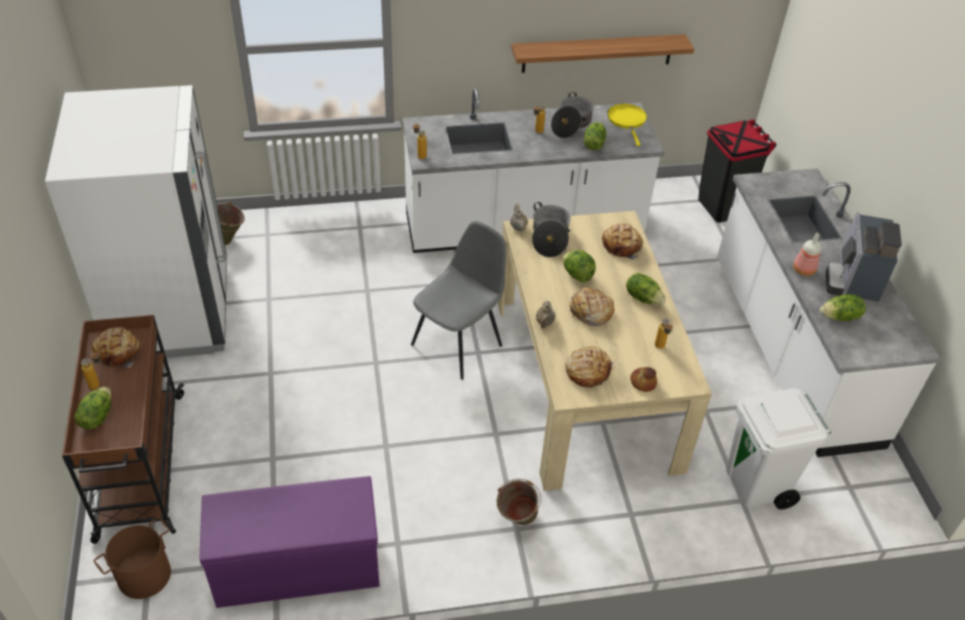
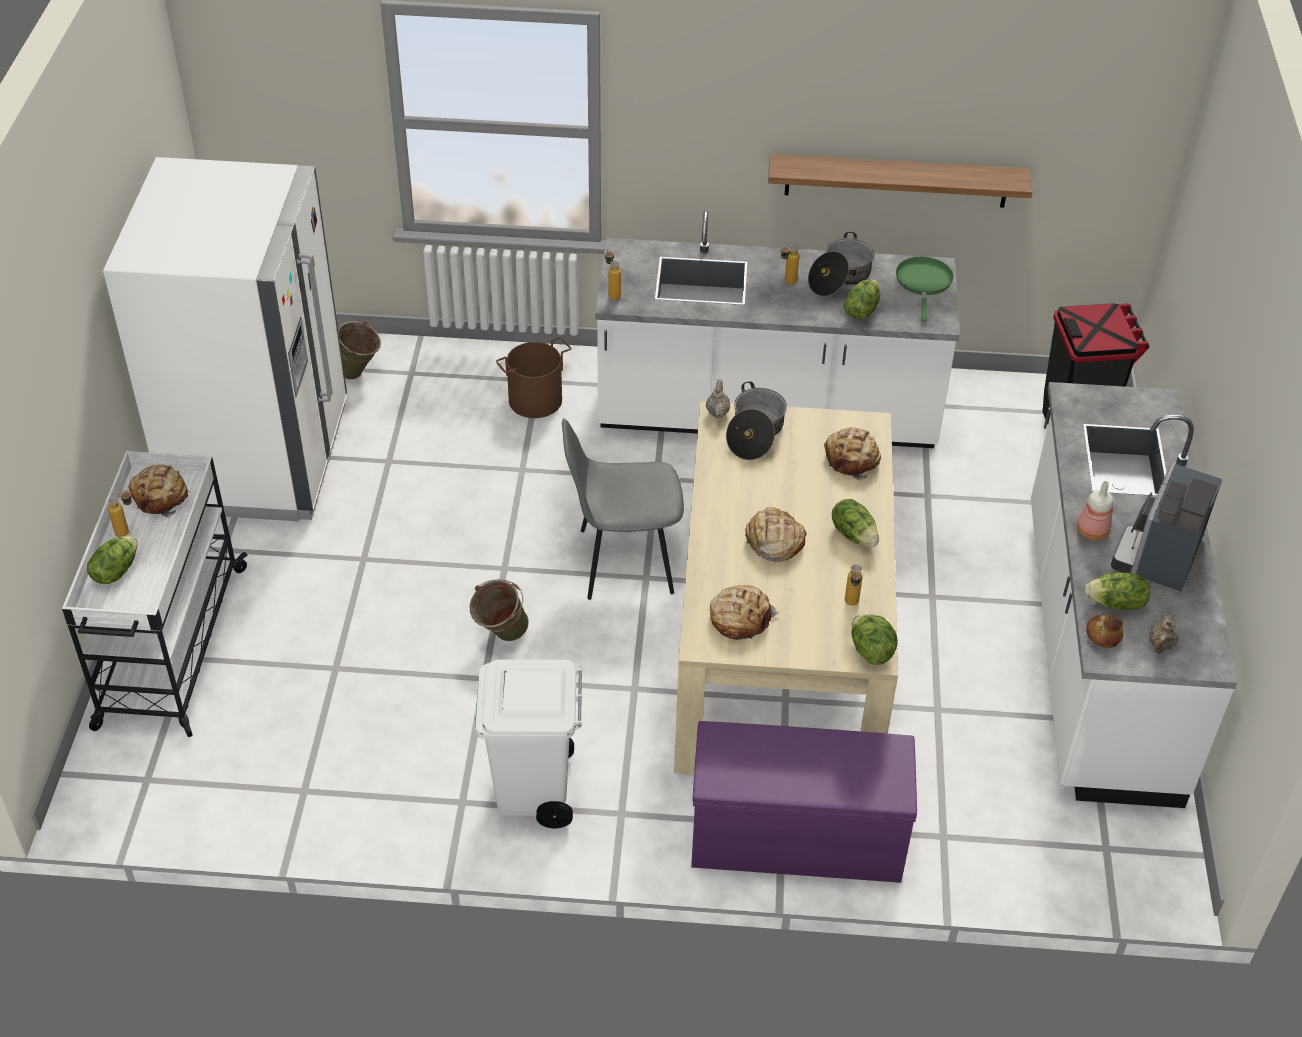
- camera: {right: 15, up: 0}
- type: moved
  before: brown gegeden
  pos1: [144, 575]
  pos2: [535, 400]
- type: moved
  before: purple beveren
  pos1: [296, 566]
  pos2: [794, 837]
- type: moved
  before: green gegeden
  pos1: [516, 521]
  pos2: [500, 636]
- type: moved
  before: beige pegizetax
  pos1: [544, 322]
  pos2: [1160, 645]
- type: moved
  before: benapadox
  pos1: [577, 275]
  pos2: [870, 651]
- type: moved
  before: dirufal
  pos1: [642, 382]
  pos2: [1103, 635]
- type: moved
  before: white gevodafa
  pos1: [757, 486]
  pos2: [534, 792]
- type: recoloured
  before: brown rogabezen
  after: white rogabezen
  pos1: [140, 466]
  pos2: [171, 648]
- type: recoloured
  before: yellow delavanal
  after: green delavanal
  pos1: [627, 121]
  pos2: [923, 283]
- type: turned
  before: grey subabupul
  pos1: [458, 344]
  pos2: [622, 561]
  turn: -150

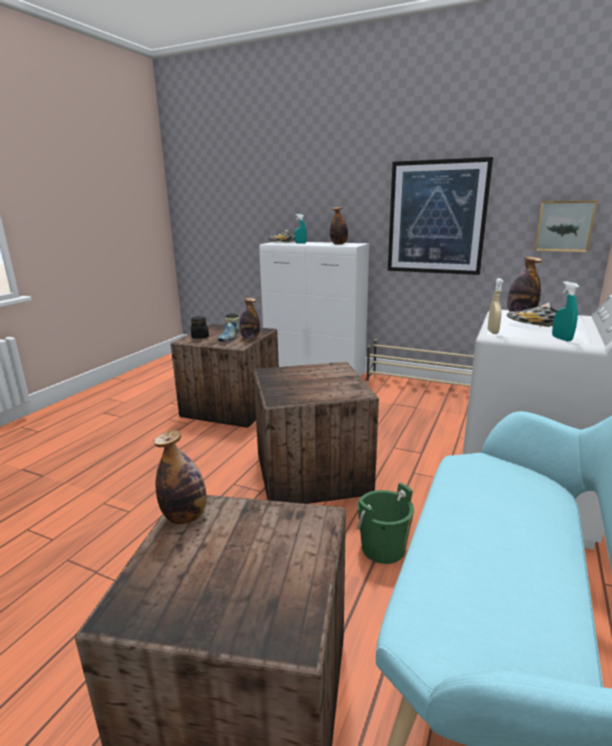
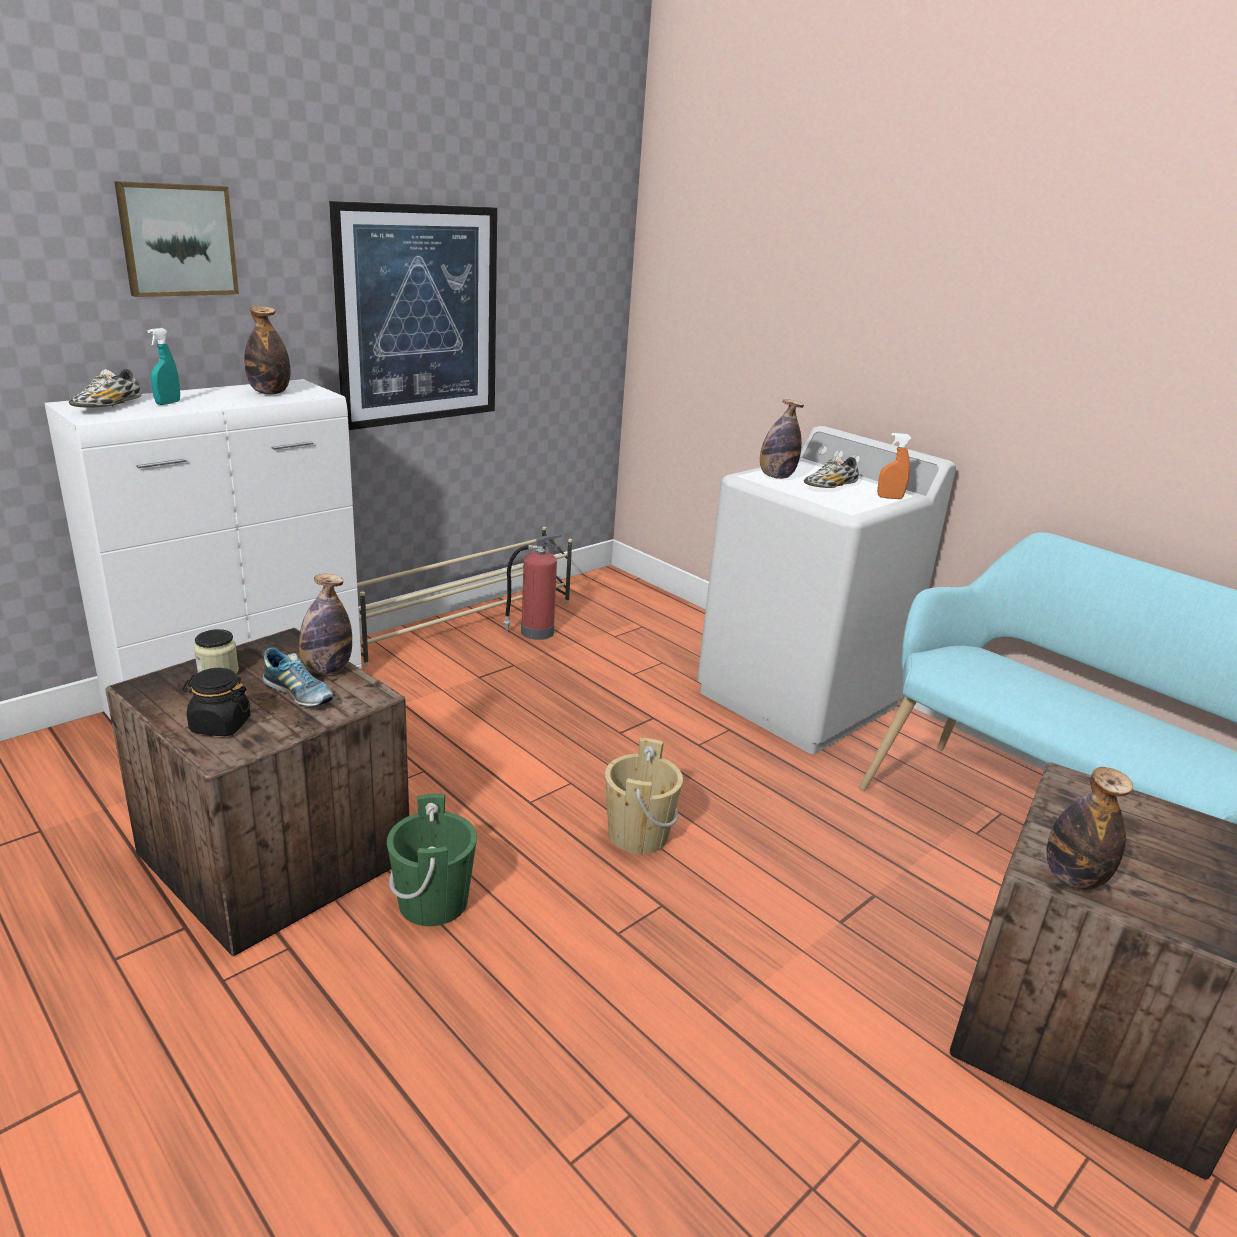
- camera: {right: -70, up: 5}
- type: removed
  before: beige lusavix
  pos1: [492, 332]
- type: added
  after: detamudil
  pos2: [535, 632]
- type: moved
  before: green gegeden
  pos1: [383, 548]
  pos2: [433, 902]
- type: moved
  before: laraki
  pos1: [564, 226]
  pos2: [177, 240]
- type: replaced
  before: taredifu
  after: beige gegeden
  pos1: [310, 472]
  pos2: [638, 834]
- type: recoloured
  before: turquoise lusavix
  after: orange lusavix
  pos1: [561, 339]
  pos2: [889, 497]

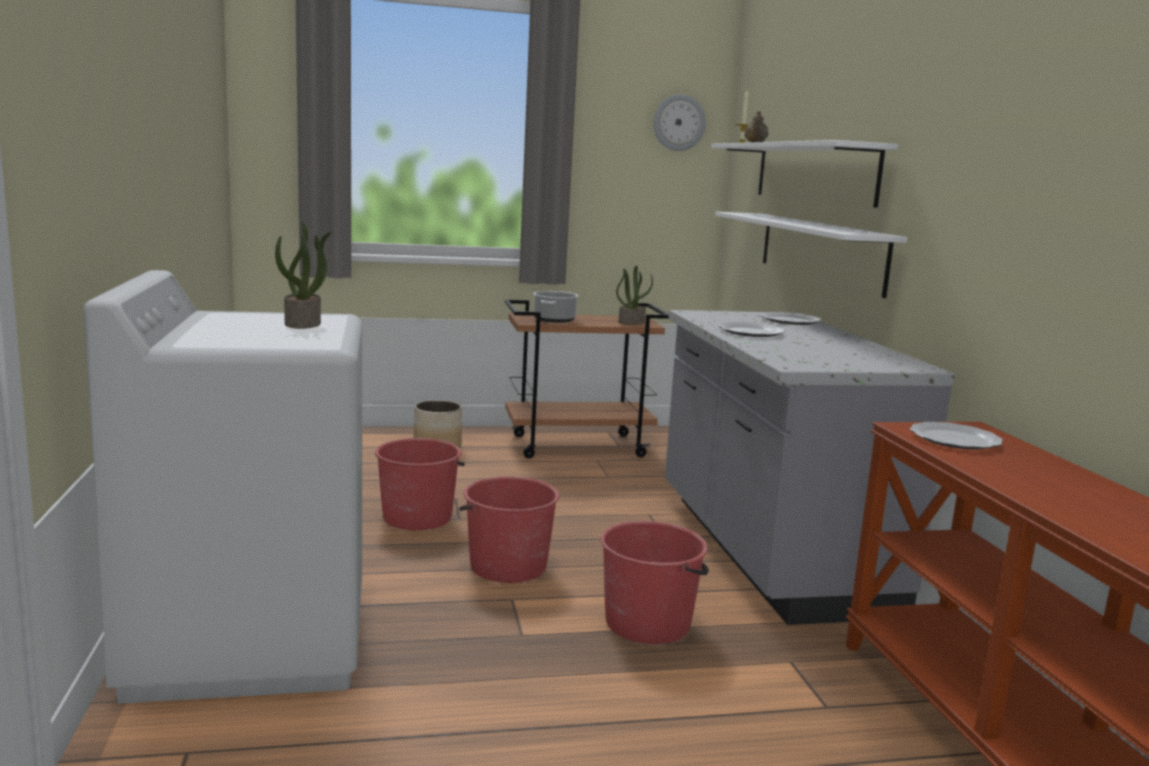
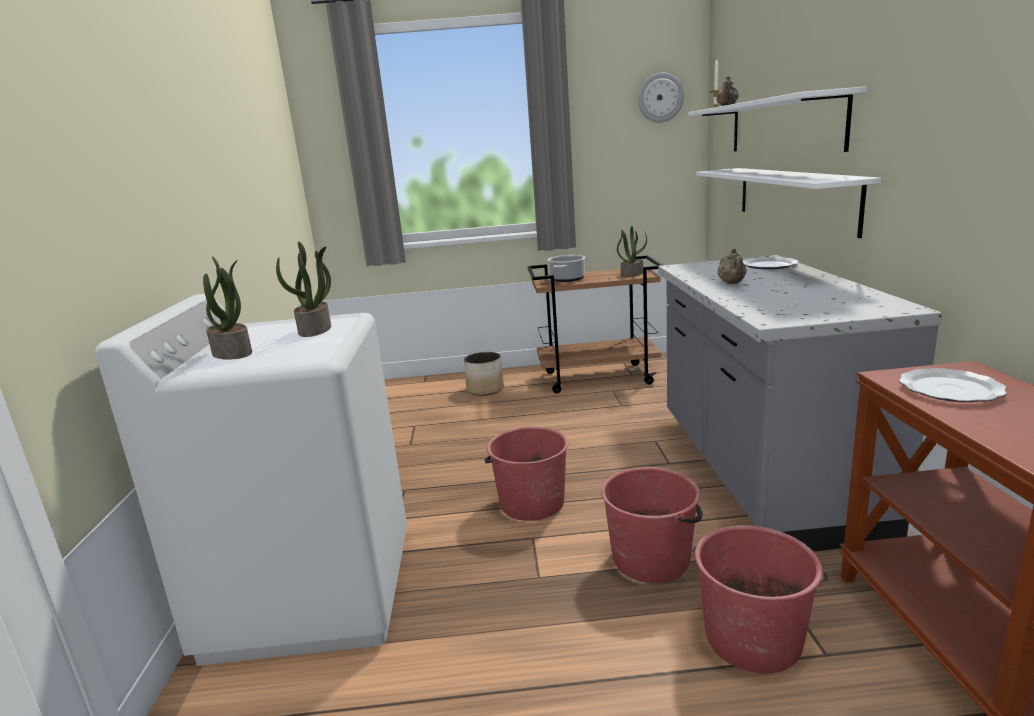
- camera: {right: 10, up: 5}
- type: added
  after: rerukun
  pos2: [233, 353]
- type: moved
  before: red gegeden
  pos1: [418, 517]
  pos2: [752, 637]
- type: replaced
  before: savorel
  after: beige pegizetax
  pos1: [752, 332]
  pos2: [732, 283]

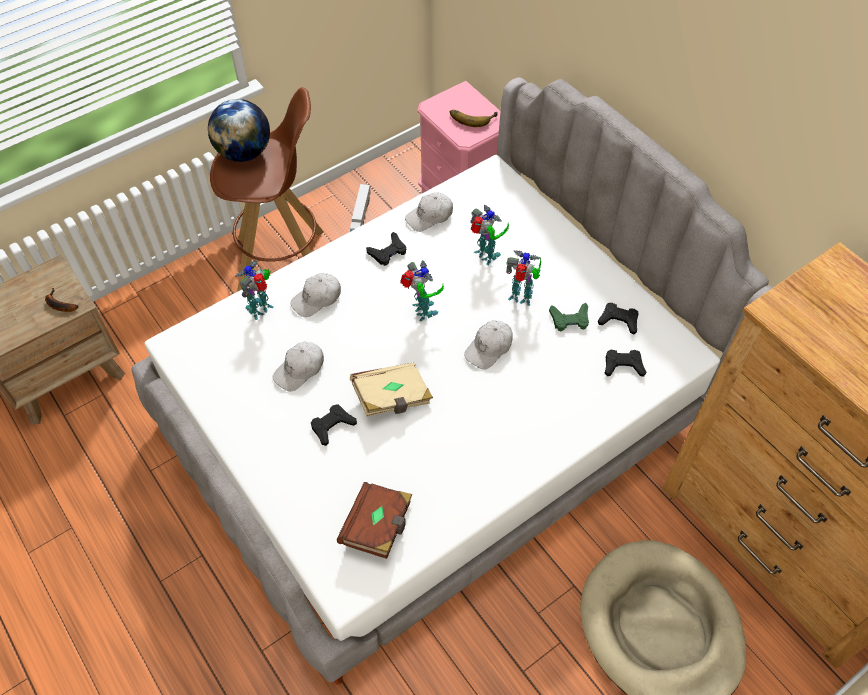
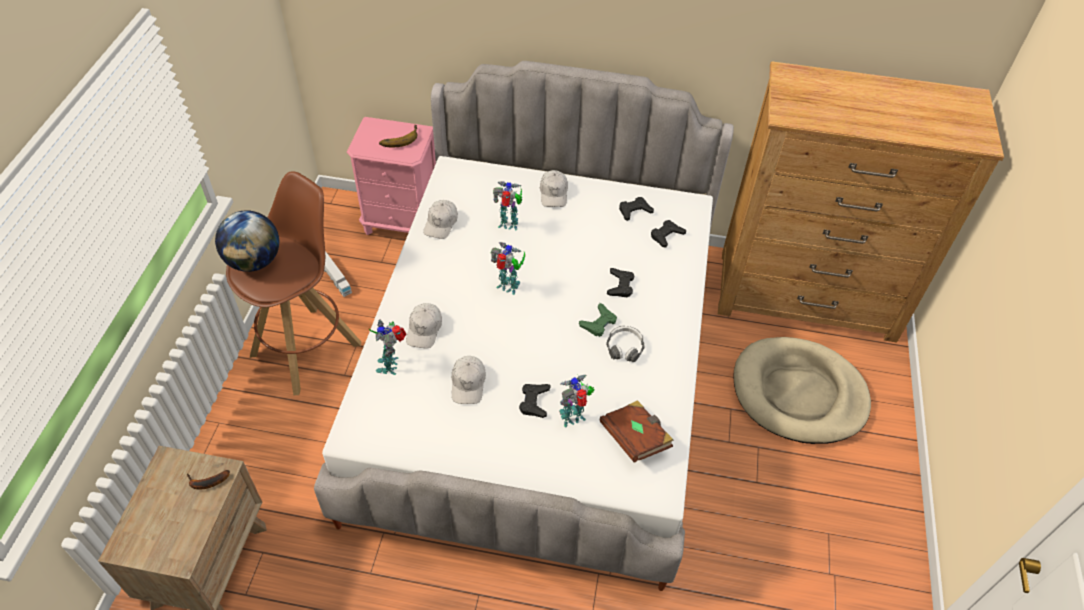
- camera: {right: -45, up: -5}
- type: removed
  before: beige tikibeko
  pos1: [392, 398]
- type: added
  after: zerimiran
  pos2: [624, 347]
- type: moved
  before: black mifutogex
  pos1: [388, 252]
  pos2: [620, 285]
- type: moved
  before: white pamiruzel
  pos1: [489, 348]
  pos2: [554, 193]
- type: moved
  before: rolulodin
  pos1: [521, 298]
  pos2: [574, 418]
- type: moved
  before: green mifutogex
  pos1: [569, 319]
  pos2: [598, 323]

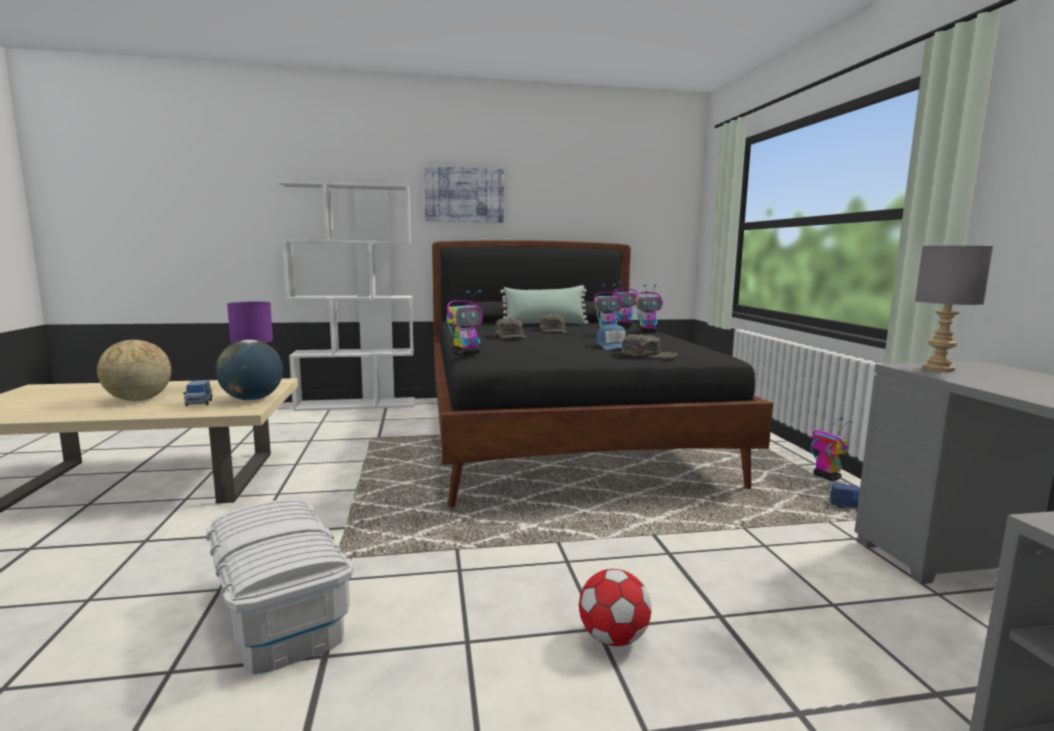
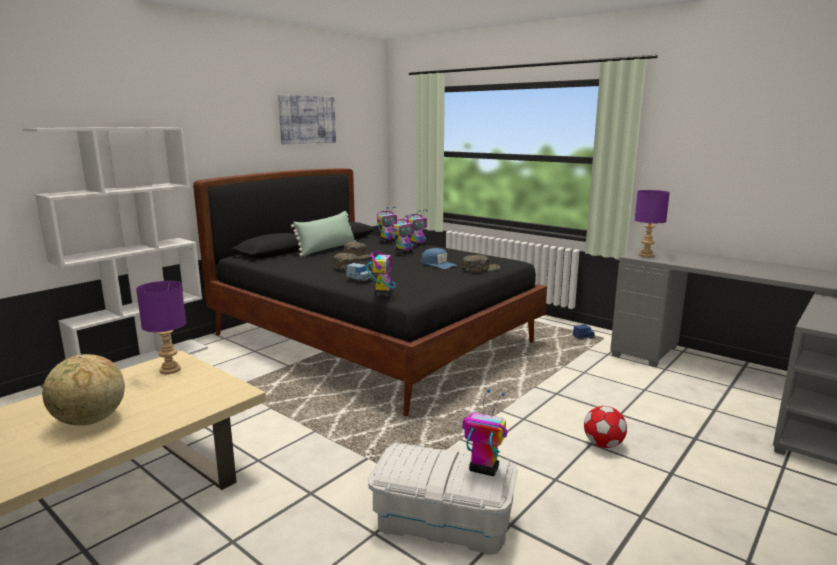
- camera: {right: -40, up: 5}
- type: removed
  before: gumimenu
  pos1: [253, 399]
- type: moved
  before: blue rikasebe
  pos1: [199, 403]
  pos2: [359, 280]
- type: moved
  before: laraki
  pos1: [464, 195]
  pos2: [307, 119]
- type: moved
  before: rolulodin
  pos1: [826, 477]
  pos2: [483, 469]
- type: recoloured
  before: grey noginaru
  after: purple noginaru
  pos1: [939, 369]
  pos2: [646, 255]

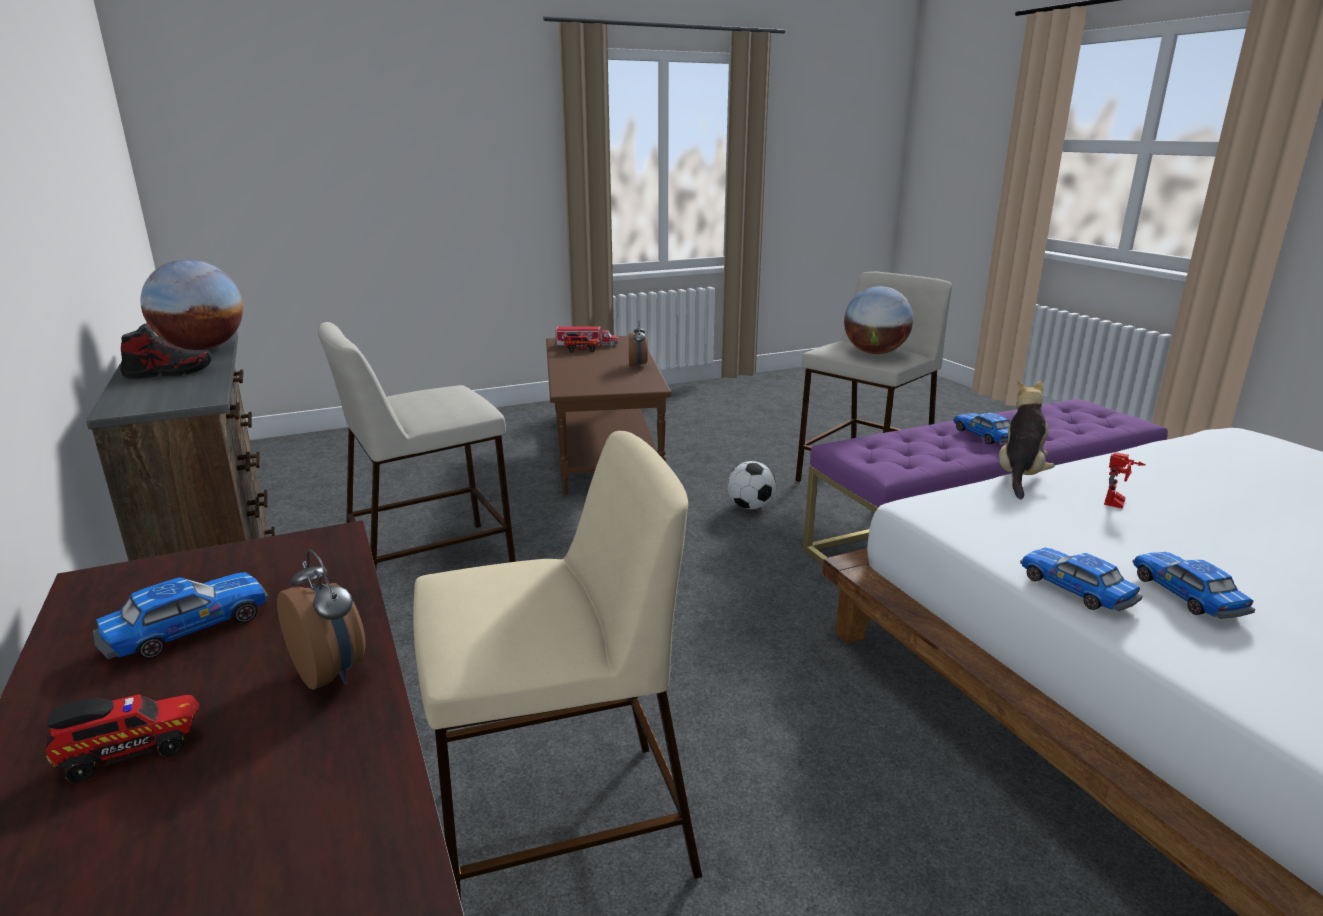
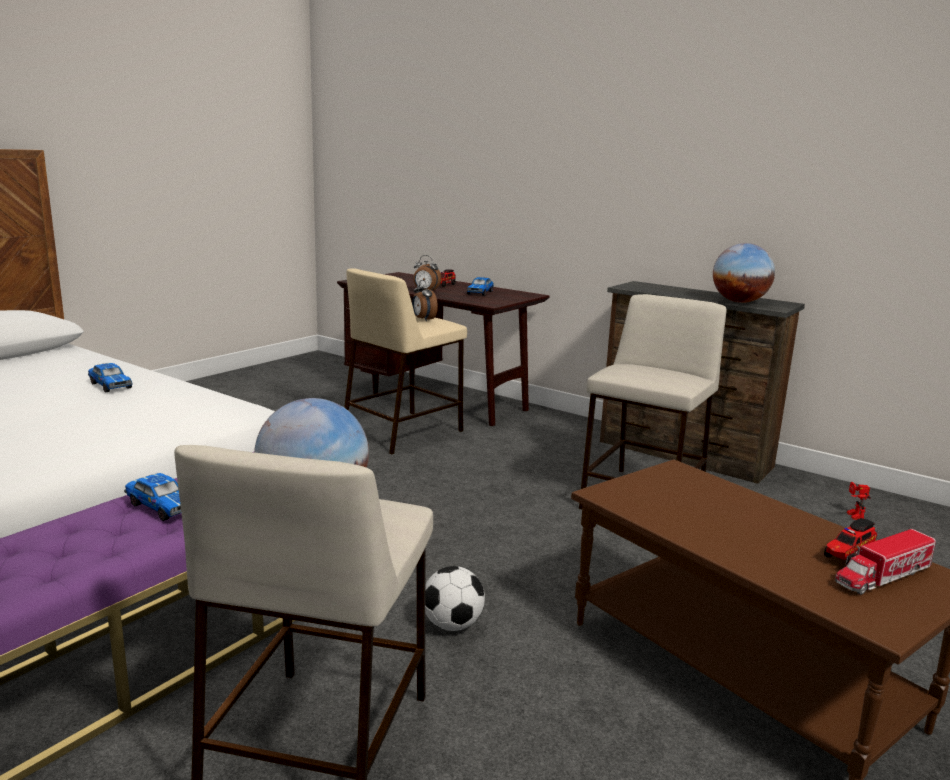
- camera: {right: 150, up: -5}
- type: removed
  before: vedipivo
  pos1: [169, 373]
- type: removed
  before: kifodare
  pos1: [1019, 475]
- type: removed
  before: rikasebe
  pos1: [1076, 590]
- type: moved
  before: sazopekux
  pos1: [638, 366]
  pos2: [423, 319]
- type: moved
  before: rolulodin
  pos1: [1118, 503]
  pos2: [852, 515]

